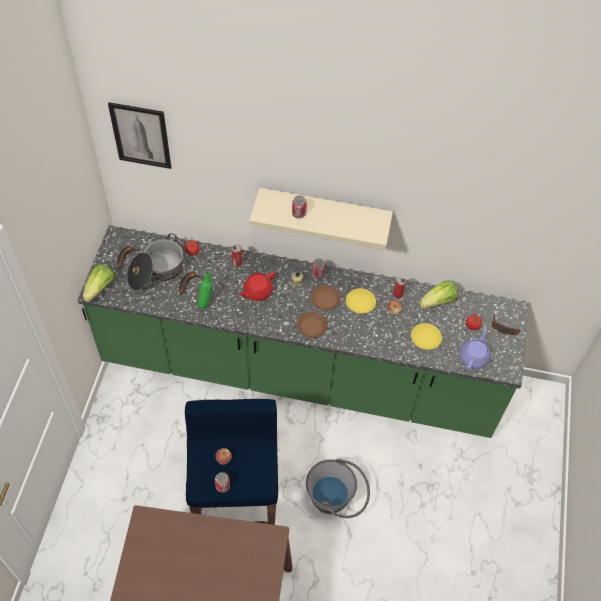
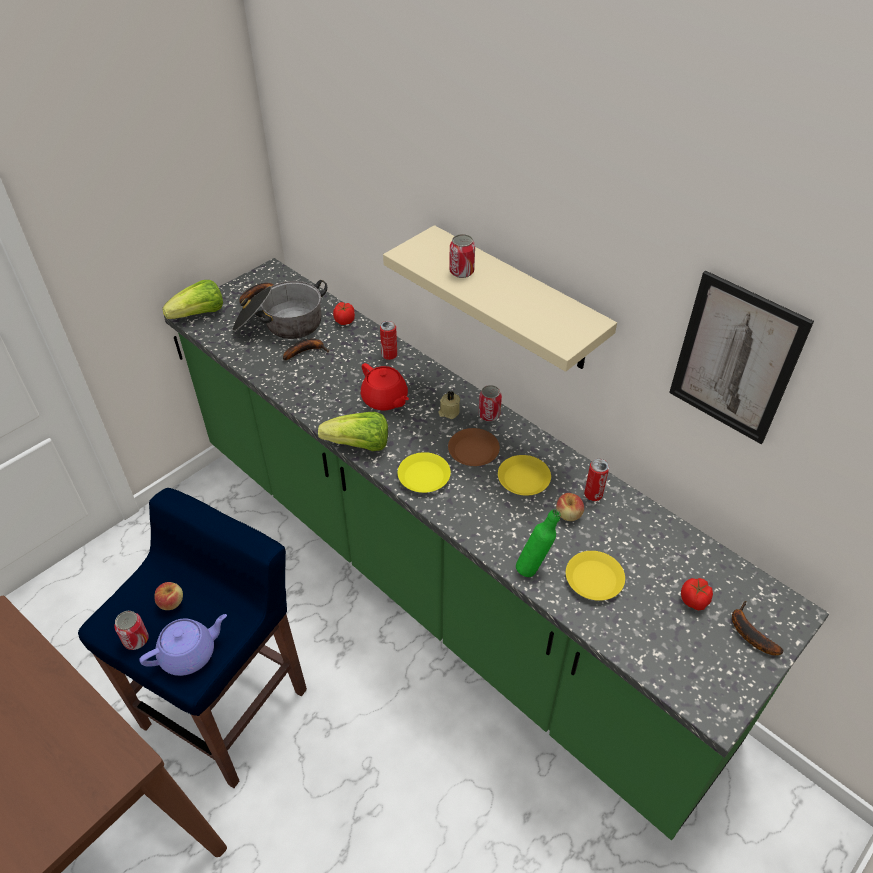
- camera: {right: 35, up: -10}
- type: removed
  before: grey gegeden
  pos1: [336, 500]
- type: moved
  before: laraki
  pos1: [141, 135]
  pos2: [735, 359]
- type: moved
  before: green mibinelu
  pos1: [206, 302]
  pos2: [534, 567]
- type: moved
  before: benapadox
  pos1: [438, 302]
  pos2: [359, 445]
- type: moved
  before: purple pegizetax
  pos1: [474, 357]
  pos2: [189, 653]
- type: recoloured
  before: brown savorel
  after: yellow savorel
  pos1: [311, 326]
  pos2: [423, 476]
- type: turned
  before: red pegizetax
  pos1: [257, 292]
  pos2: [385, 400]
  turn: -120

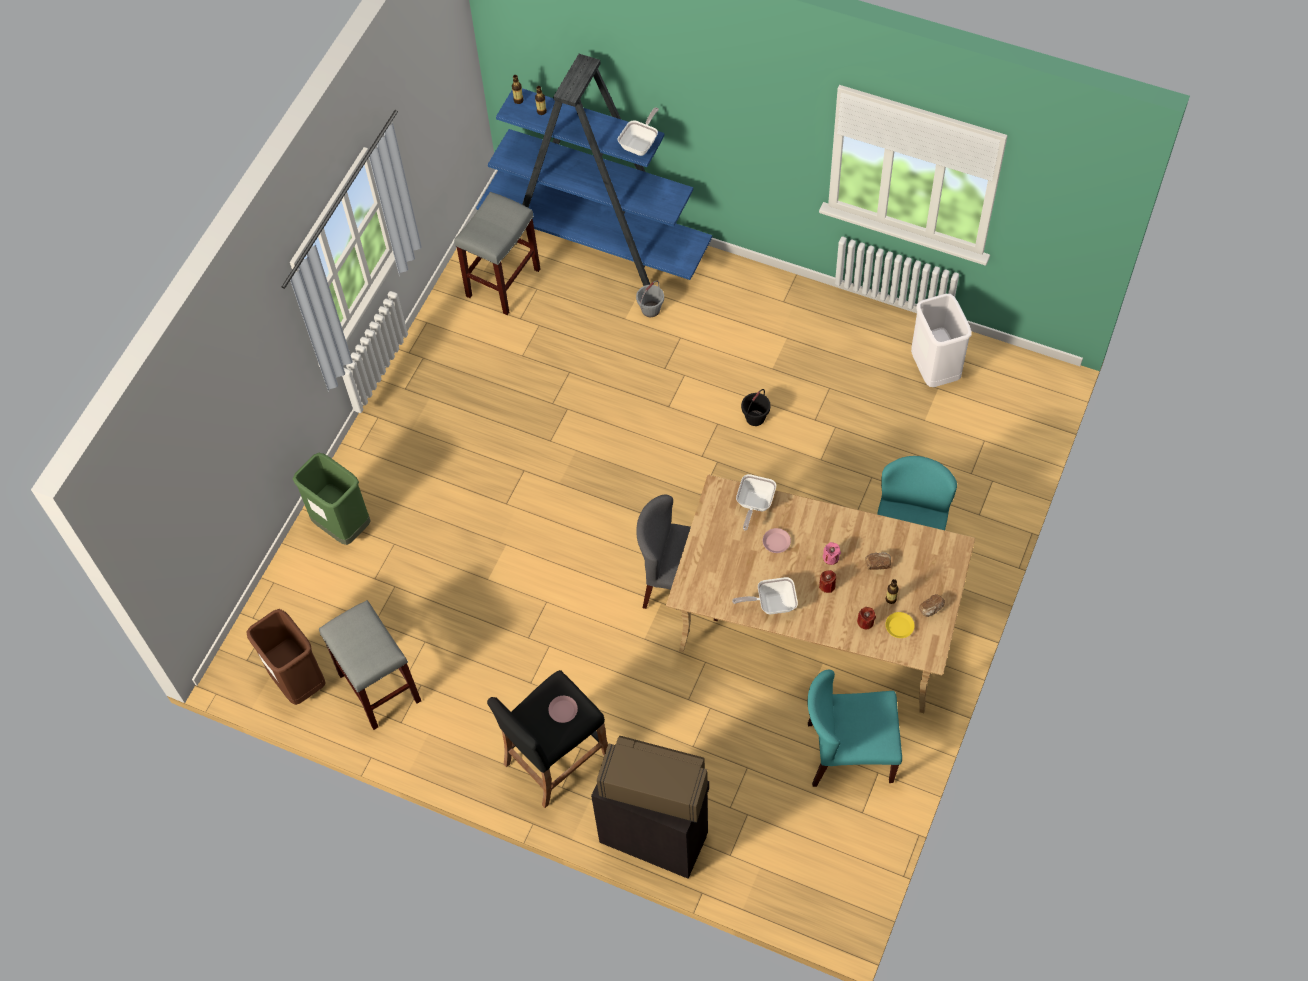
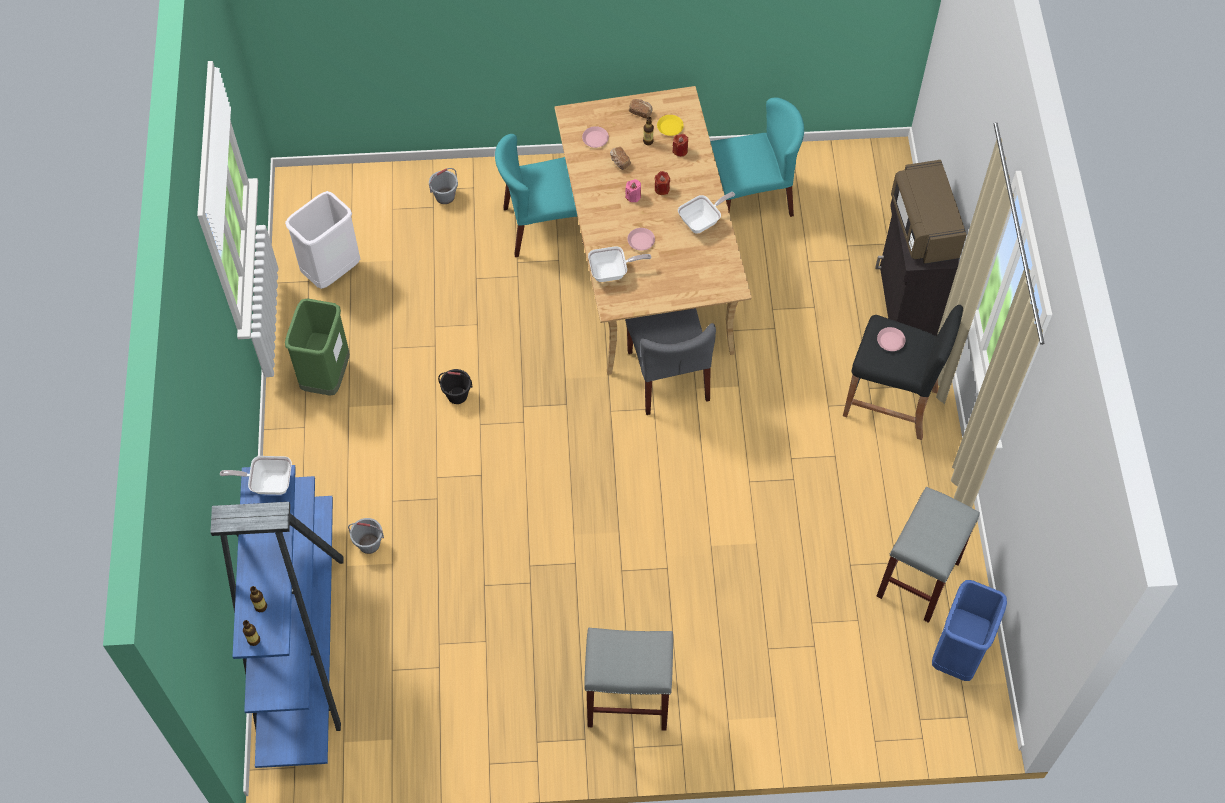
- camera: {right: -120, up: 0}
- type: added
  after: grey gegeden
  pos2: [445, 196]
- type: added
  after: pink savorel
  pos2: [595, 139]
- type: moved
  before: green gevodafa
  pos1: [343, 526]
  pos2: [326, 377]
- type: moved
  before: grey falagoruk
  pos1: [503, 282]
  pos2: [626, 701]
- type: recoloured
  before: brown gevodafa
  after: blue gevodafa
  pos1: [298, 681]
  pos2: [957, 655]
- type: turned
  before: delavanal
  pos1: [772, 603]
  pos2: [702, 221]
  turn: -90
- type: turned
  before: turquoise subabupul
  pos1: [849, 753]
  pos2: [751, 198]
  turn: -75

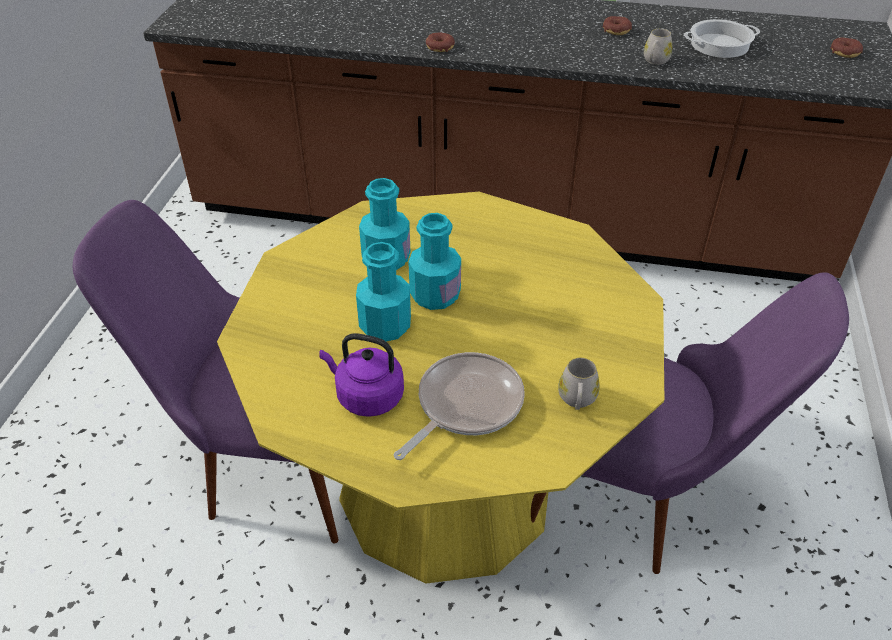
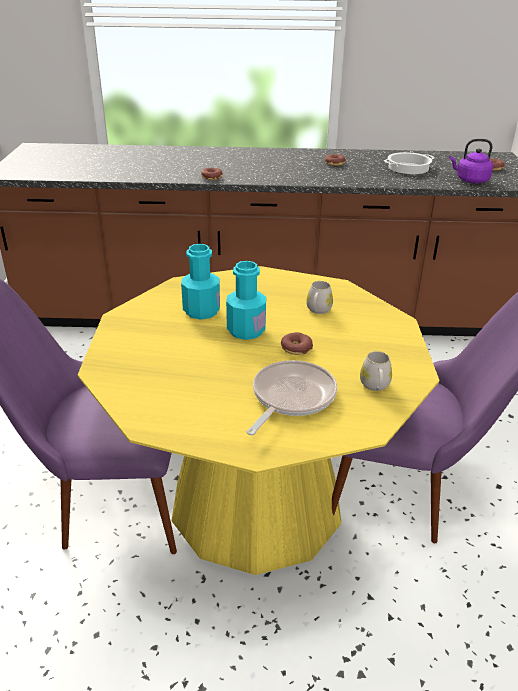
- camera: {right: -10, up: -10}
- type: removed
  before: turquoise mibinelu
  pos1: [385, 326]
- type: added
  after: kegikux
  pos2: [296, 348]
- type: moved
  before: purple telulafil
  pos1: [366, 396]
  pos2: [470, 180]
- type: moved
  before: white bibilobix
  pos1: [654, 61]
  pos2: [318, 310]

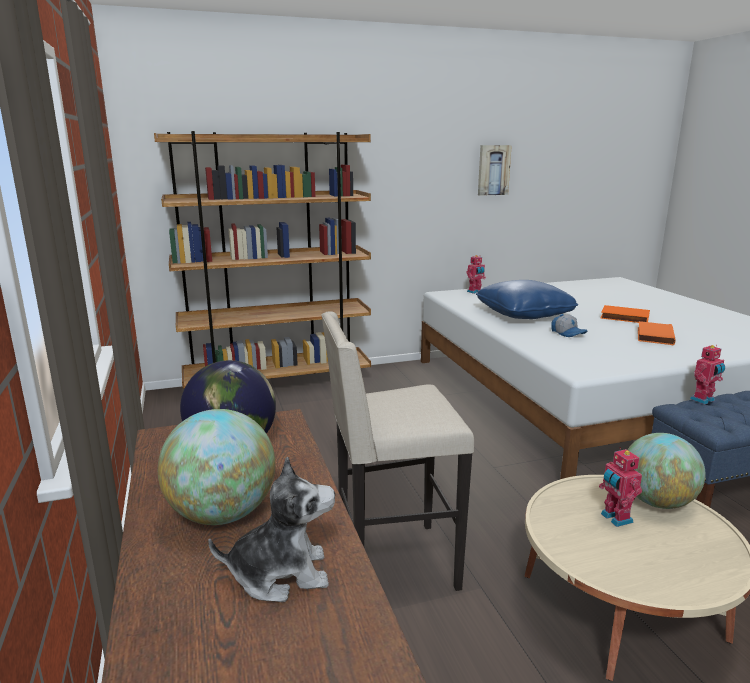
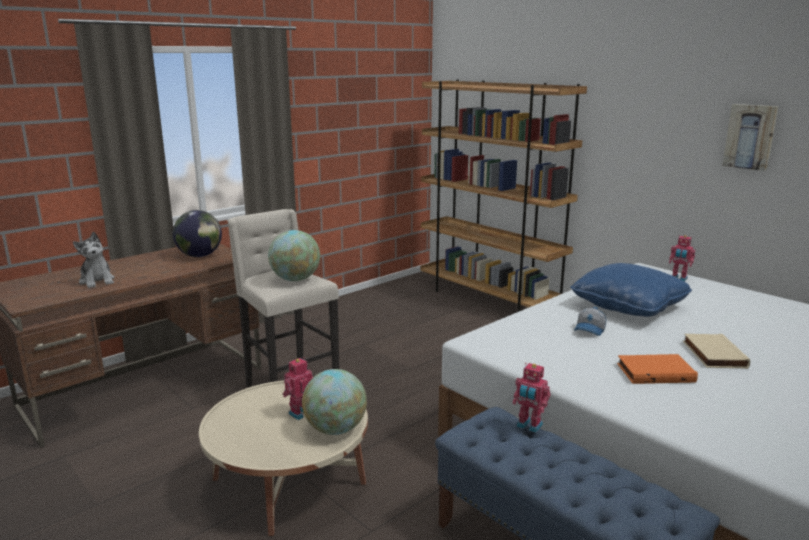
- camera: {right: 65, up: 0}
- type: moved
  before: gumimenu
  pos1: [222, 514]
  pos2: [295, 279]
- type: recoloured
  before: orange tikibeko
  after: beige tikibeko
  pos1: [624, 318]
  pos2: [712, 354]

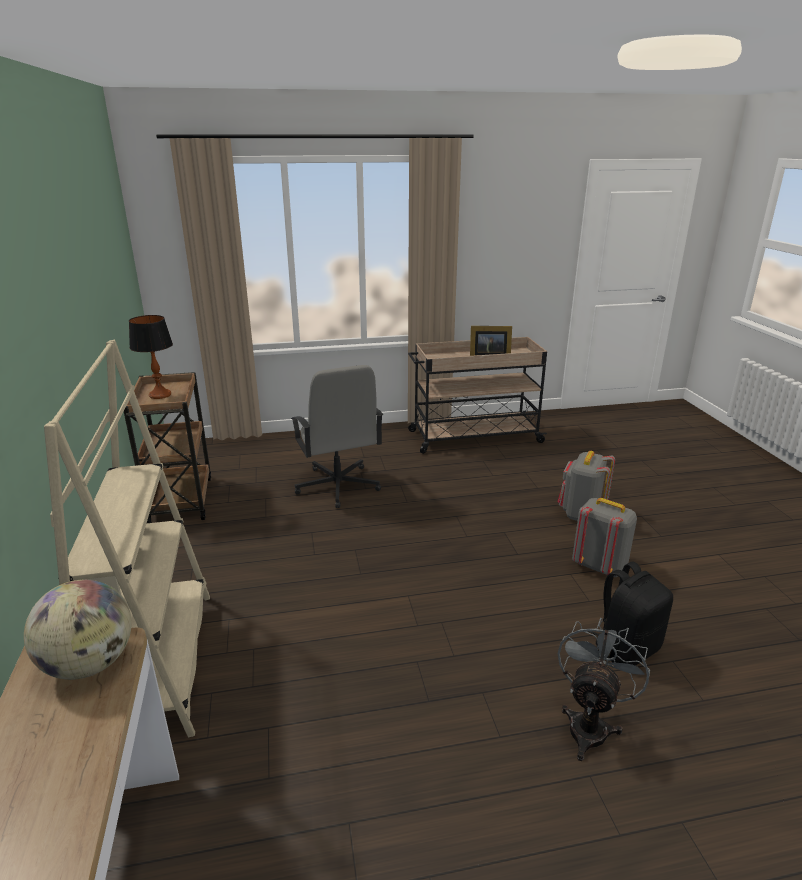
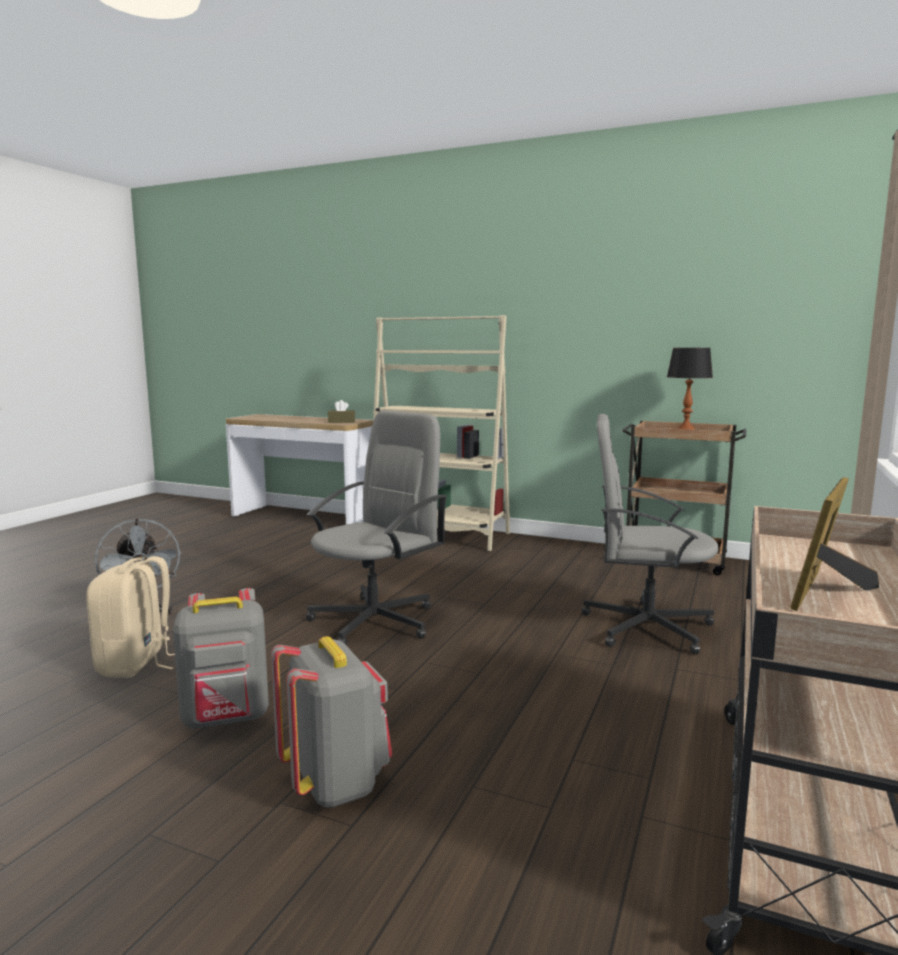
- camera: {right: 125, up: -15}
- type: added
  after: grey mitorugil
  pos2: [375, 621]
- type: replaced
  before: gumimenu
  after: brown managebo
  pos1: [90, 664]
  pos2: [341, 422]
- type: recoloured
  before: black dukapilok
  after: beige dukapilok
  pos1: [626, 648]
  pos2: [137, 664]

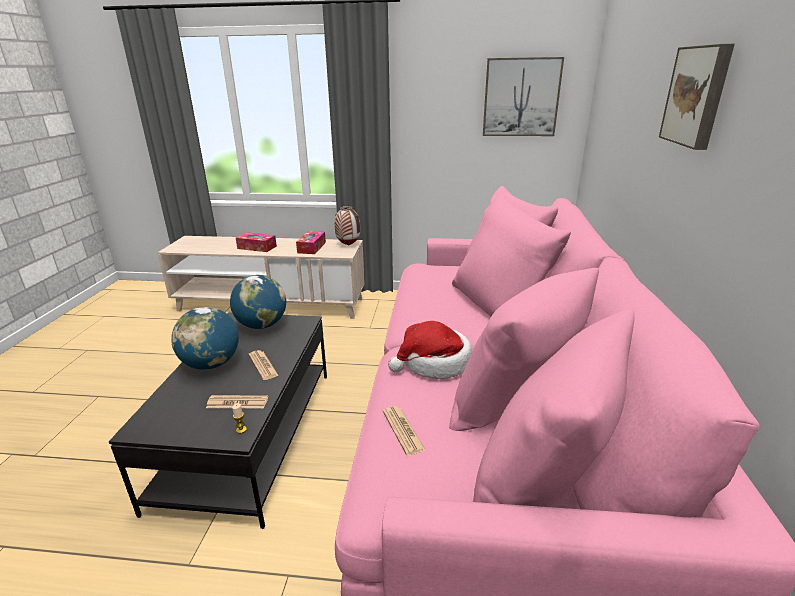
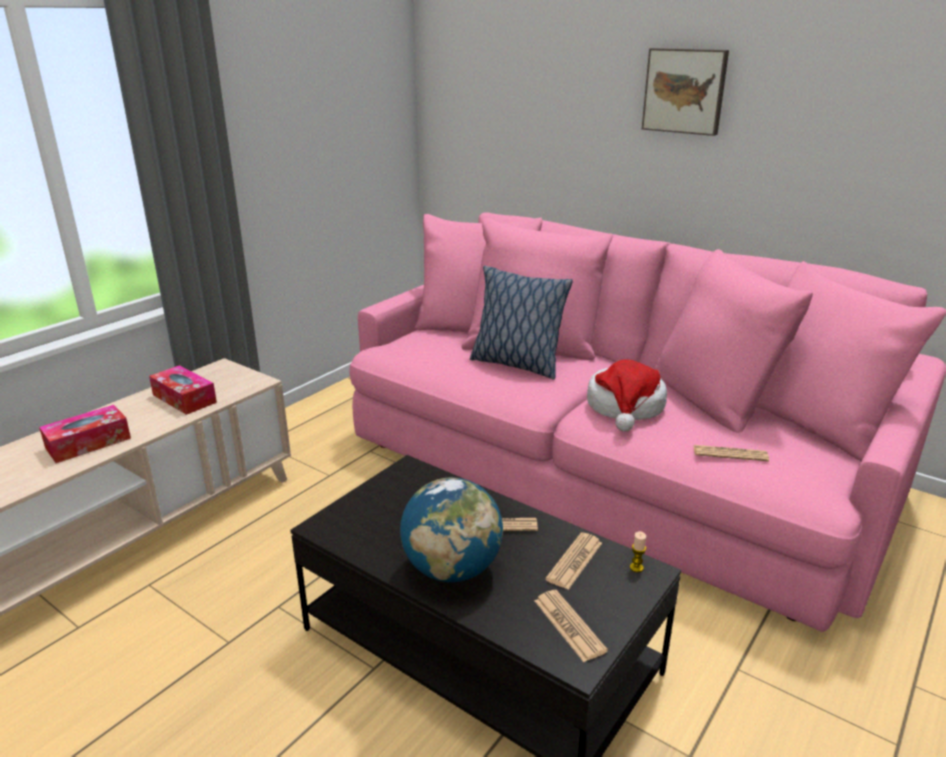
- camera: {right: -60, up: 0}
- type: removed
  before: gumimenu
  pos1: [262, 325]
- type: removed
  before: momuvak
  pos1: [348, 245]
- type: removed
  before: laraki
  pos1: [521, 97]
- type: added
  after: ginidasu
  pos2: [516, 364]
- type: added
  after: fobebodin
  pos2: [569, 625]

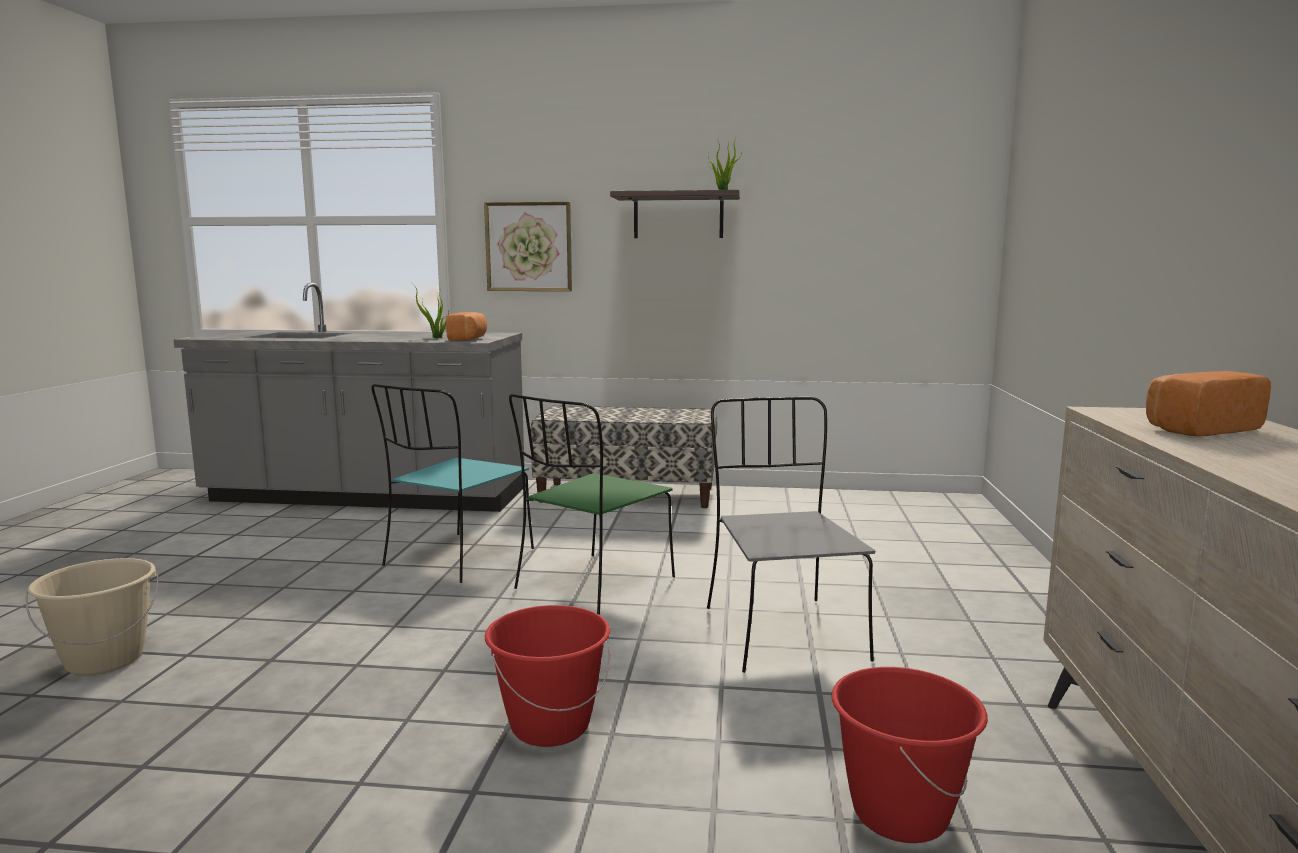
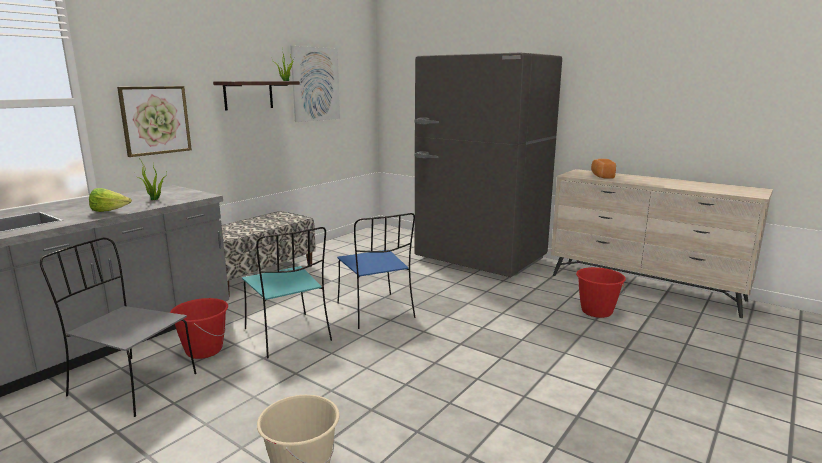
- camera: {right: -60, up: 5}
- type: removed
  before: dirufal
  pos1: [468, 339]
- type: added
  after: benapadox
  pos2: [110, 211]
- type: added
  after: laraki
  pos2: [316, 84]
- type: added
  after: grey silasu
  pos2: [480, 259]
- type: moved
  before: red gegeden
  pos1: [550, 726]
  pos2: [204, 350]
- type: moved
  before: grey subabupul
  pos1: [781, 631]
  pos2: [131, 384]
- type: recoloured
  before: green subabupul
  after: blue subabupul
  pos1: [593, 584]
  pos2: [376, 311]

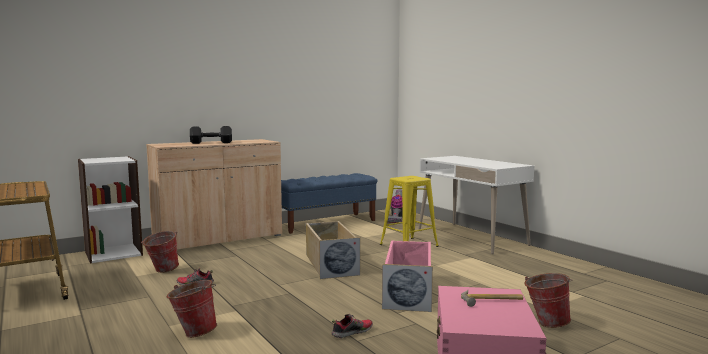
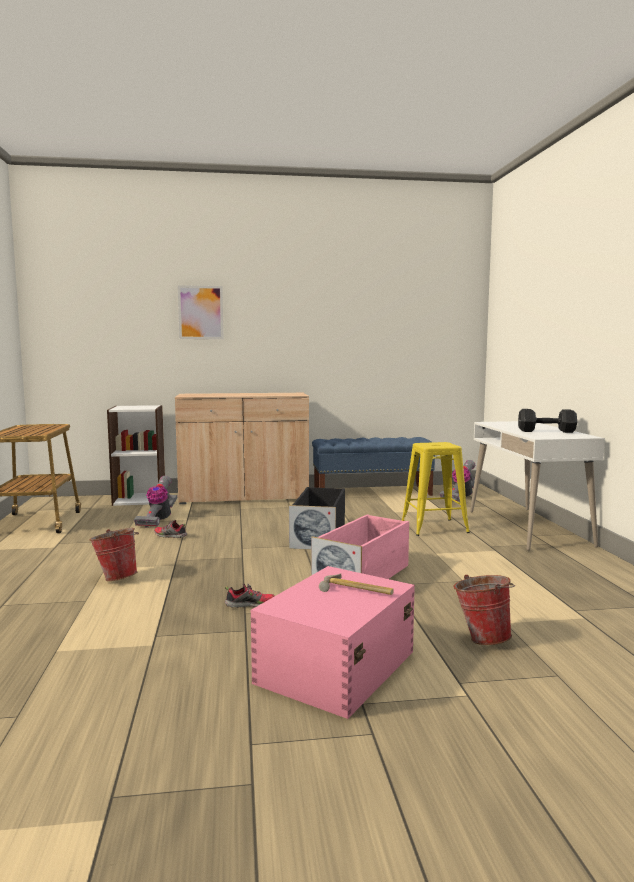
- camera: {right: 25, up: 0}
- type: added
  after: laraki
  pos2: [200, 312]
- type: moved
  before: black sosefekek
  pos1: [212, 143]
  pos2: [547, 431]
- type: replaced
  before: gegeden
  after: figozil
  pos1: [161, 270]
  pos2: [158, 520]
- type: recoloured
  before: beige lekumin
  after: black lekumin
  pos1: [330, 264]
  pos2: [319, 535]

